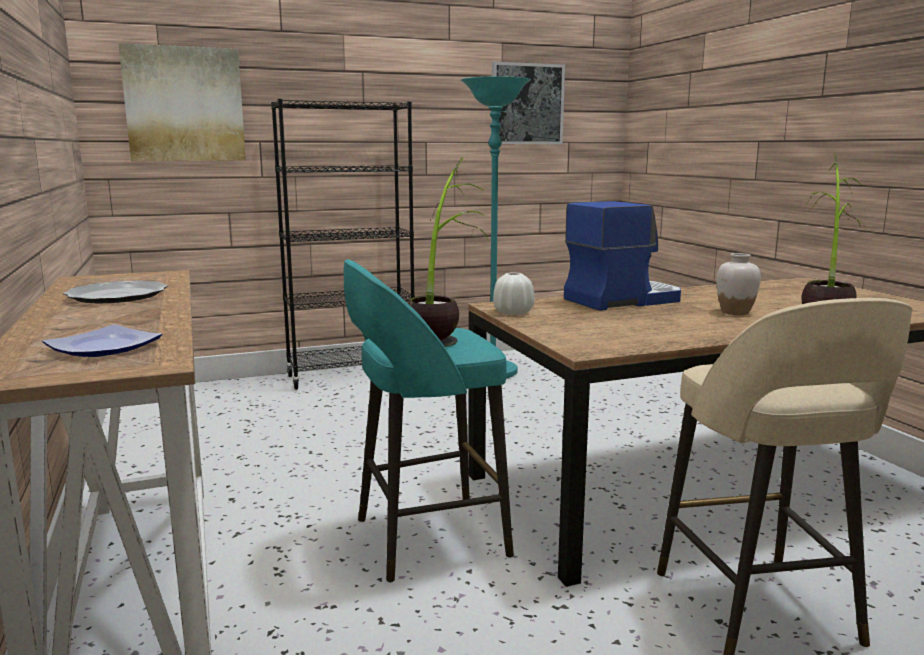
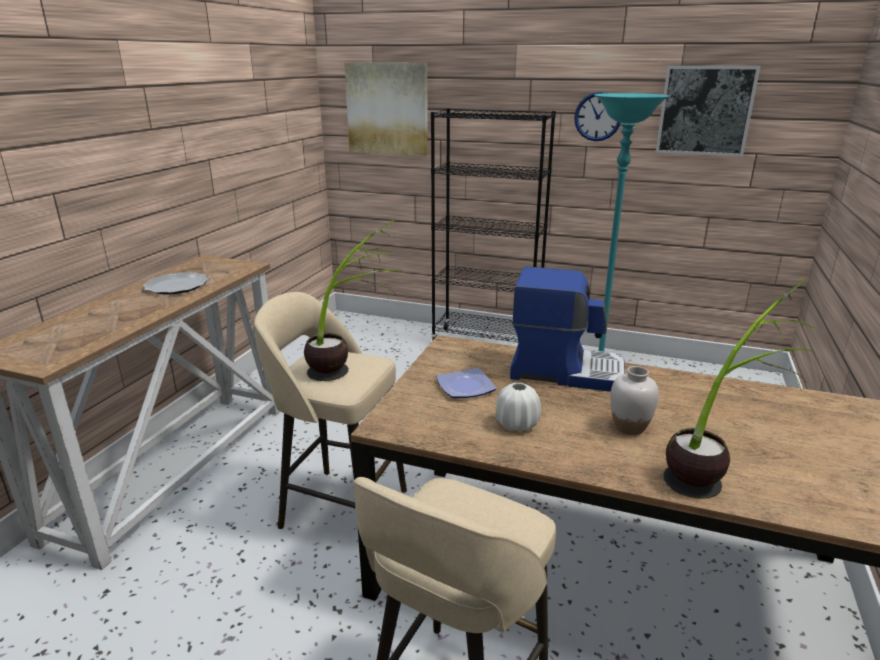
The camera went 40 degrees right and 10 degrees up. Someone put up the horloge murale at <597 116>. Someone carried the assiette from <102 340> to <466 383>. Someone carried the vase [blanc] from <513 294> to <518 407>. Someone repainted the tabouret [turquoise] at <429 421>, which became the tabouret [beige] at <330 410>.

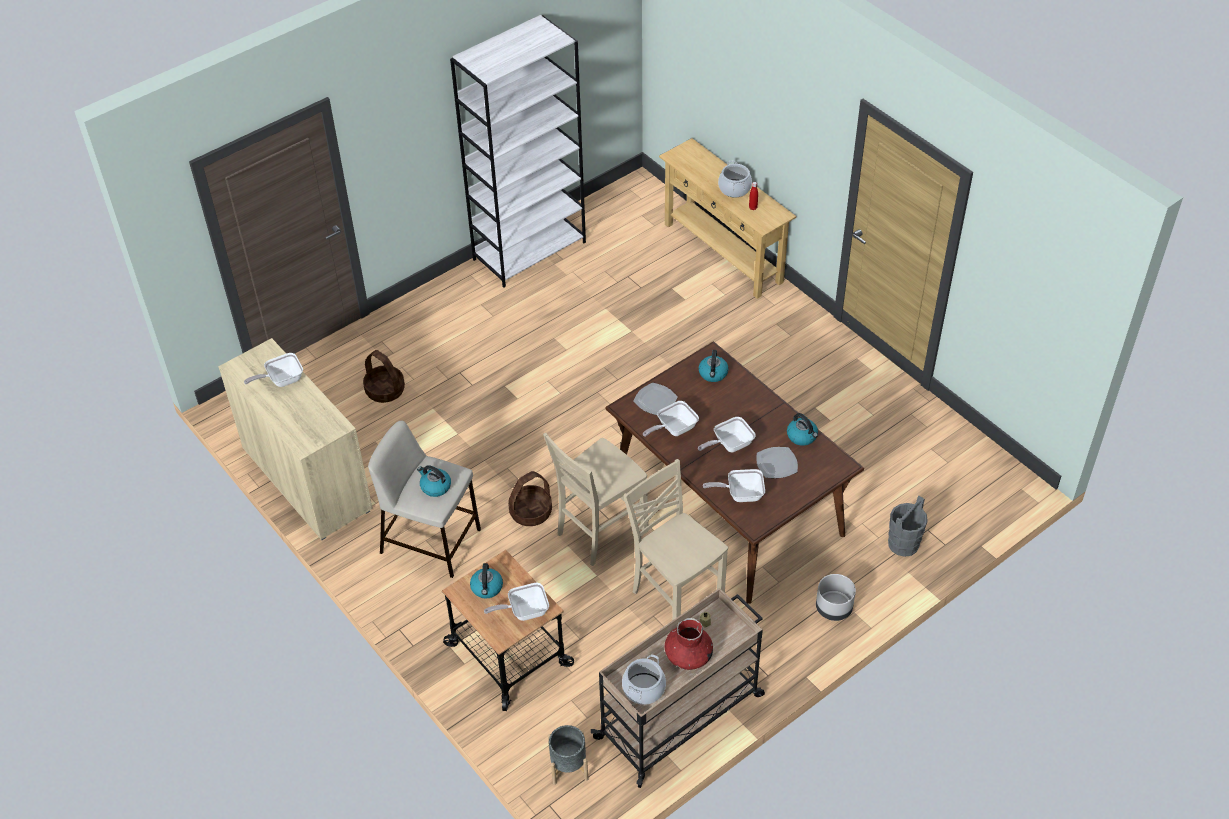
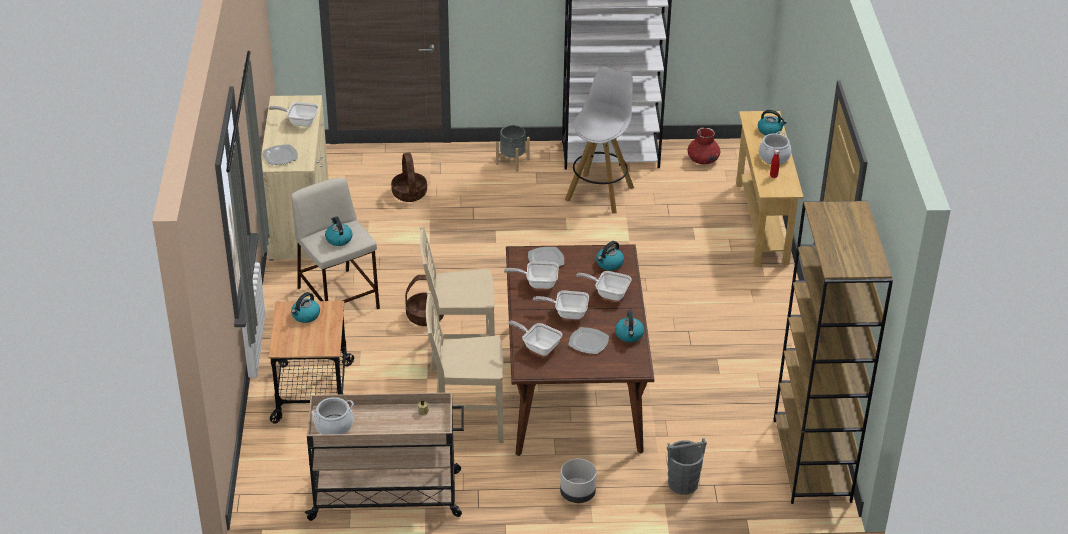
The camera went 35 degrees right and 10 degrees down. Someone put down the assiette at <280 155>. Someone put down the tabouret [blanc] at <599 140>. Someone put down the bouilloire at <772 122>. Someone put down the bibliothèque [marron] at <833 352>. Someone carried the poêle from <516 602> to <604 286>. Someone carried the cache-pot [gris] from <568 755> to <513 148>. Someone carried the vase [rouge] from <689 644> to <704 146>. Someone rotated the chaise [beige] at <675 540> by 90 degrees counterclockwise.

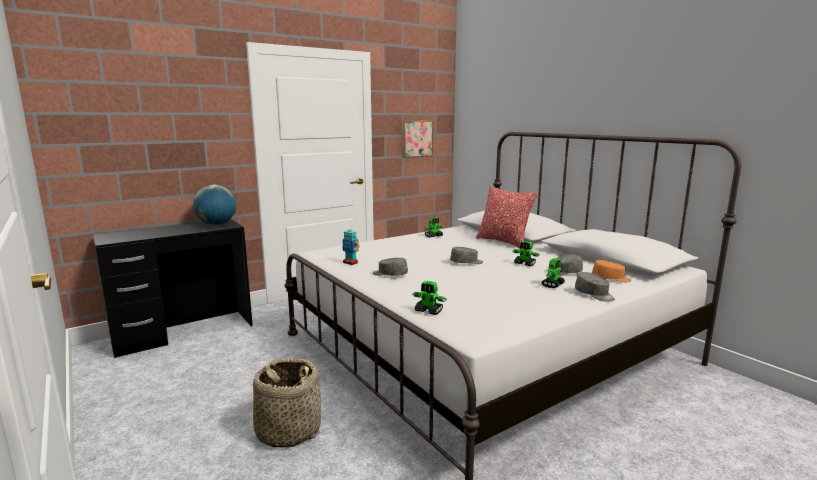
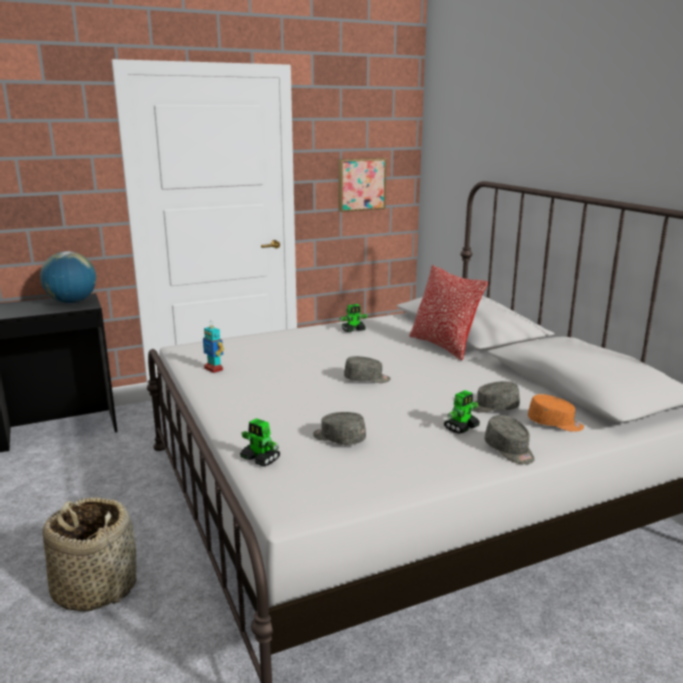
The camera went 10 degrees right and 5 degrees up. Someone took away the robot jouet at <526 253>. Someone carried the casquette [gris] from <390 267> to <339 428>.

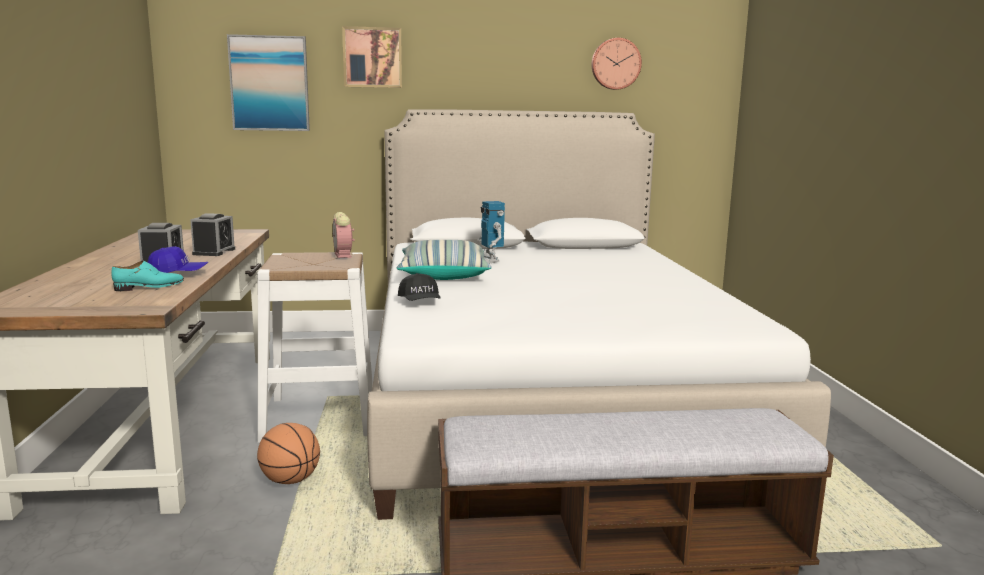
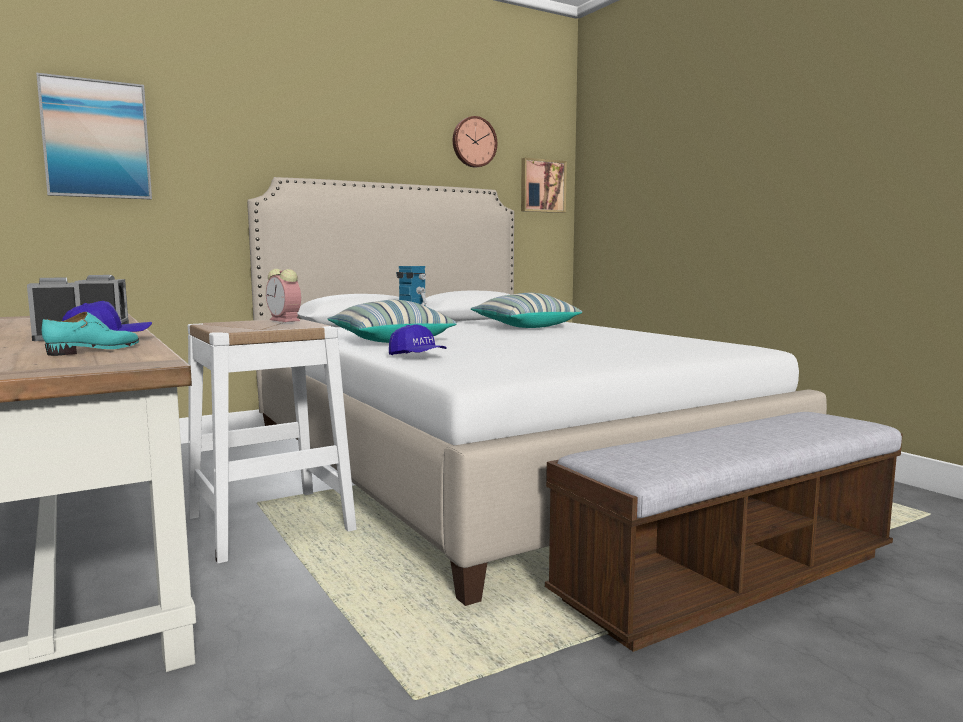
The camera went 25 degrees left and 5 degrees down. Someone took away the ballon de basket at <288 453>. Someone put down the coussin at <526 310>. Someone carried the tableau from <372 57> to <544 185>. Someone repainted the casquette [noir] at <419 287>, which became the casquette [bleu] at <418 339>.

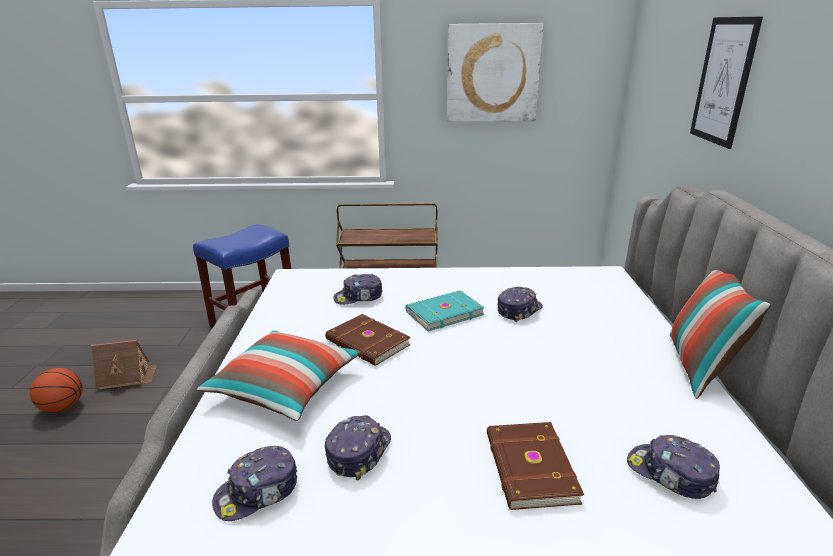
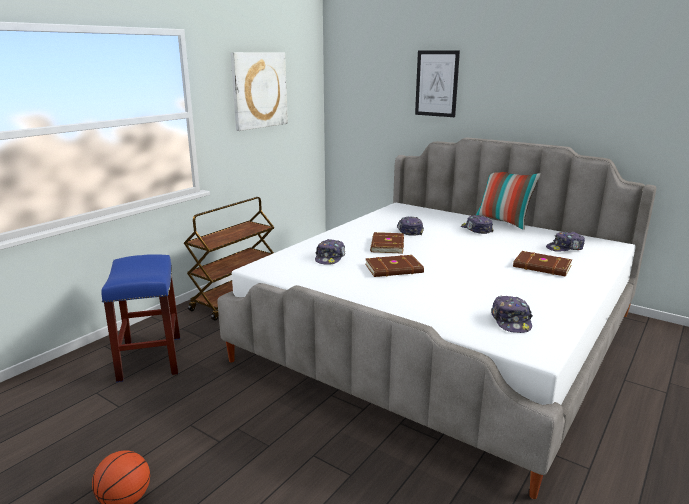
The camera went 55 degrees left and 5 degrees down. Someone took away the maison miniature at <124 365>. Someone took away the coussin at <279 376>. Someone carried the casquette from <358 447> to <477 224>. Someone repainted the livre [turquoise] at <445 311>, which became the livre [marron] at <387 243>.

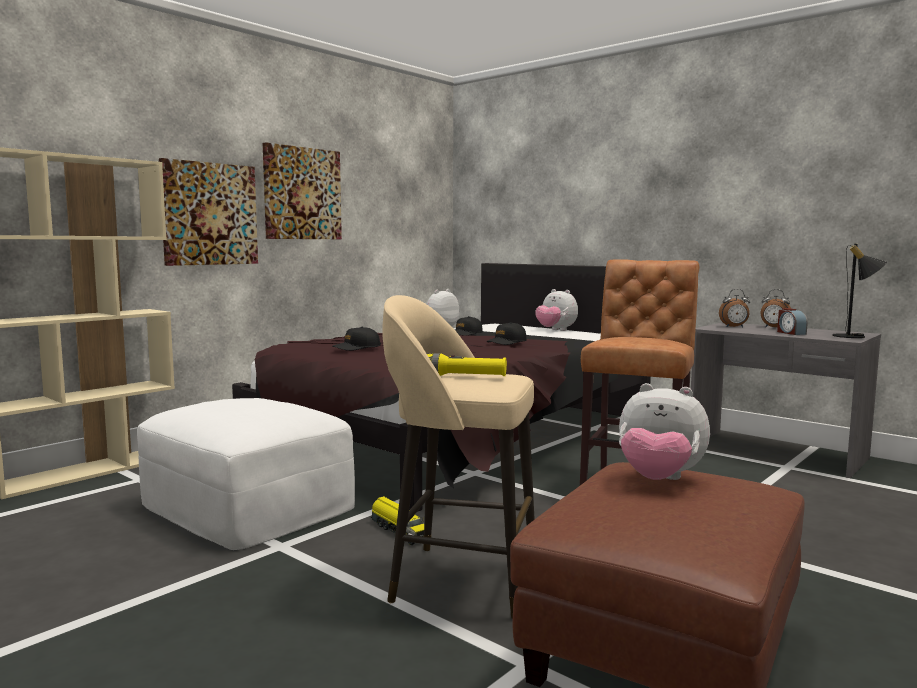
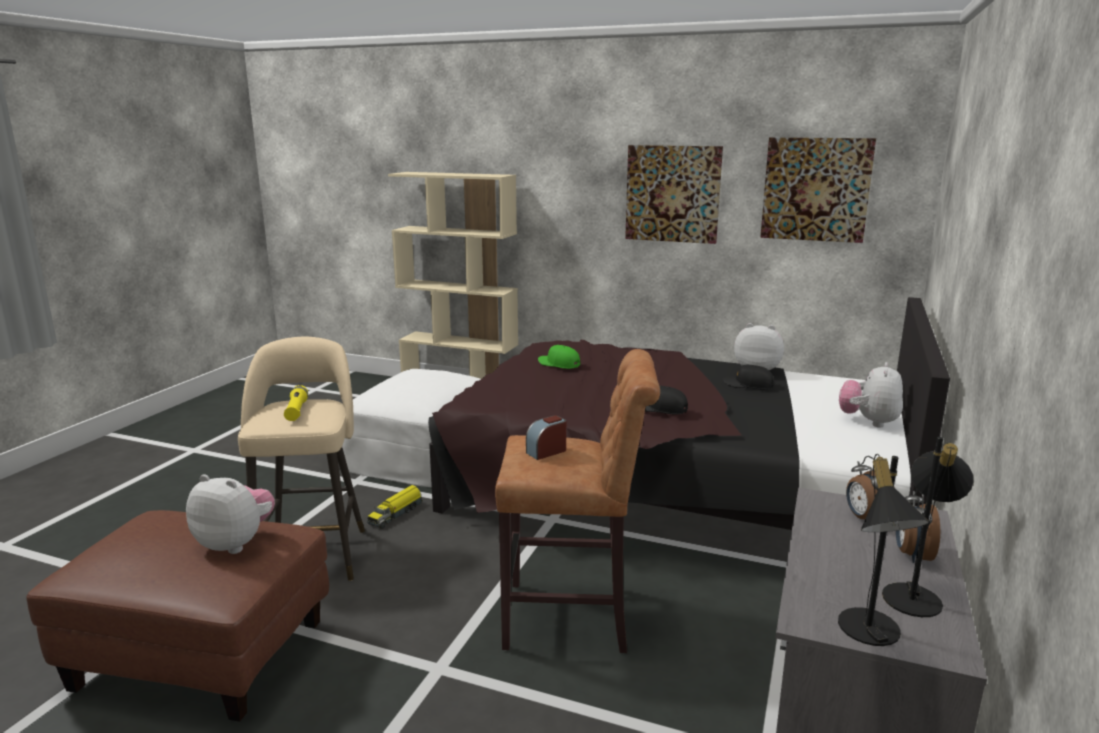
The camera went 70 degrees right and 10 degrees up. Someone put down the lampe de table [noir] at <928 527>. Someone carried the tableau from <208 212> to <818 190>. Someone carried the réveil from <792 321> to <546 437>. Someone repainted the casquette [noir] at <356 339>, which became the casquette [vert] at <559 357>. Someone rotated the peluche at <664 431> by 105 degrees clockwise.

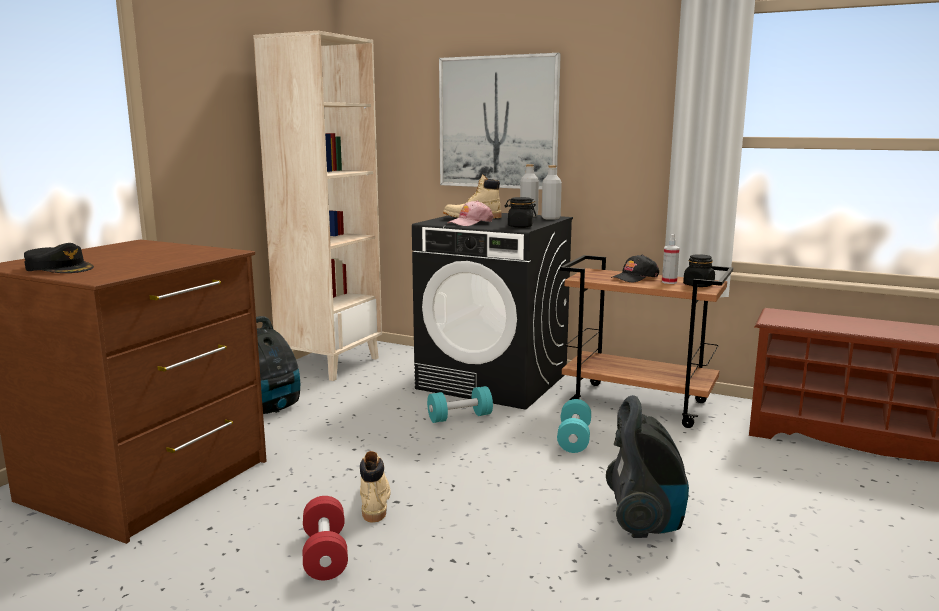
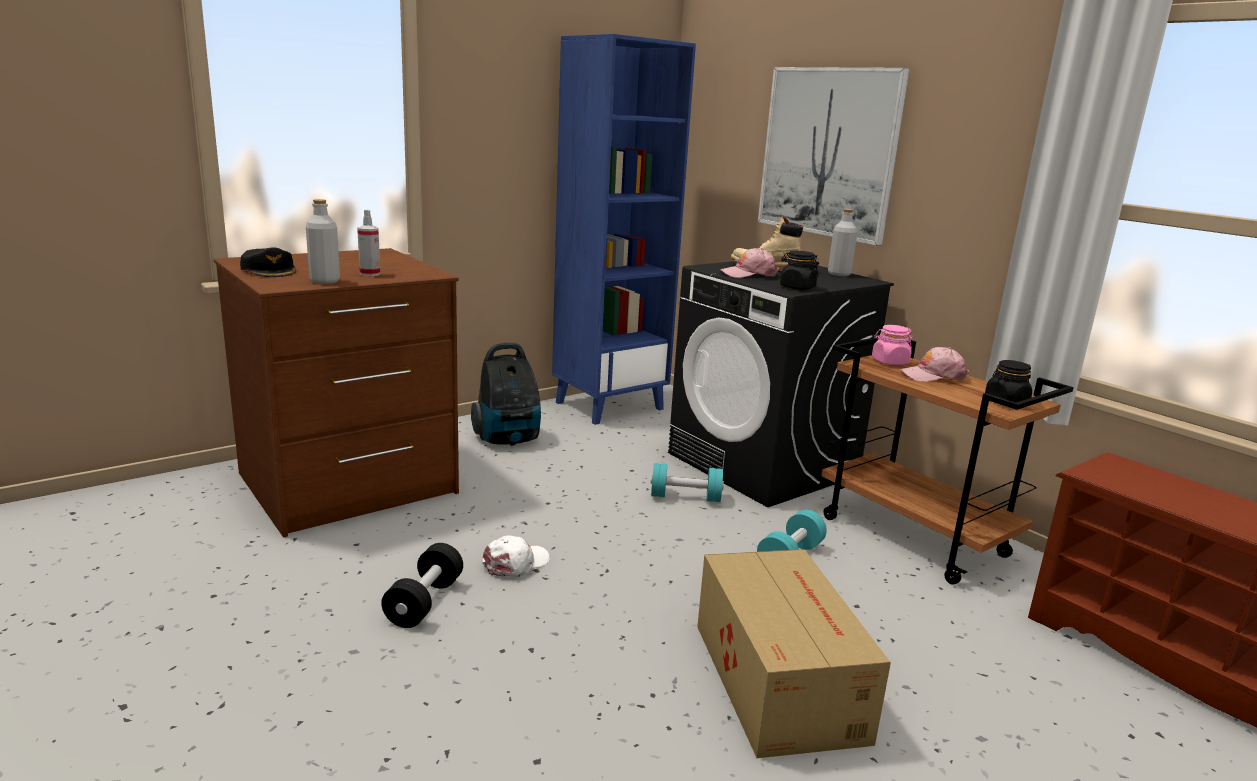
The camera went 25 degrees right and 5 degrees up. Someone put down the bocal [rose] at <892 345>. Someone carried the bouteille [gris] from <552 192> to <323 241>. Someone carried the vaporisateur from <671 259> to <368 242>. Someone swapped the botte [beige] at <375 486> for the casquette [blanc] at <516 556>. Someone swapped the aspirateur at <647 466> for the carton at <794 653>. Someone repainted the bibliothèque [beige] at <317 206>, which became the bibliothèque [bleu] at <624 229>. Someone repainted the haltère [rouge] at <325 538>, which became the haltère [noir] at <422 585>. Someone repainted the casquette [noir] at <635 269>, which became the casquette [rose] at <934 364>.

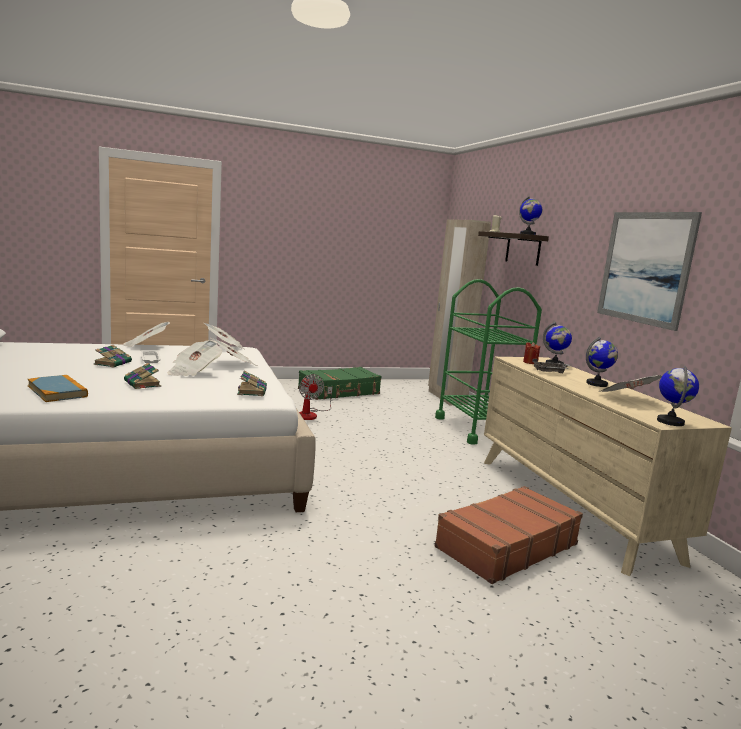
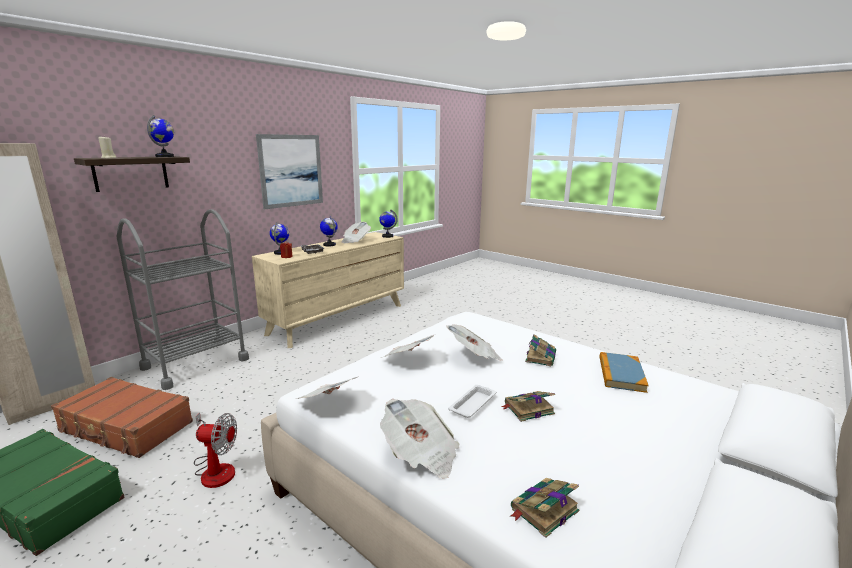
The camera went 120 degrees left and 5 degrees up. Someone carried the livre from <252 383> to <544 508>. Someone carried the valise [marron] from <509 535> to <122 417>. Someone repainted the chariot [vert] at <488 362>, which became the chariot [gris] at <182 299>. Someone rotated the ventilateur at <315 397> by 60 degrees clockwise.

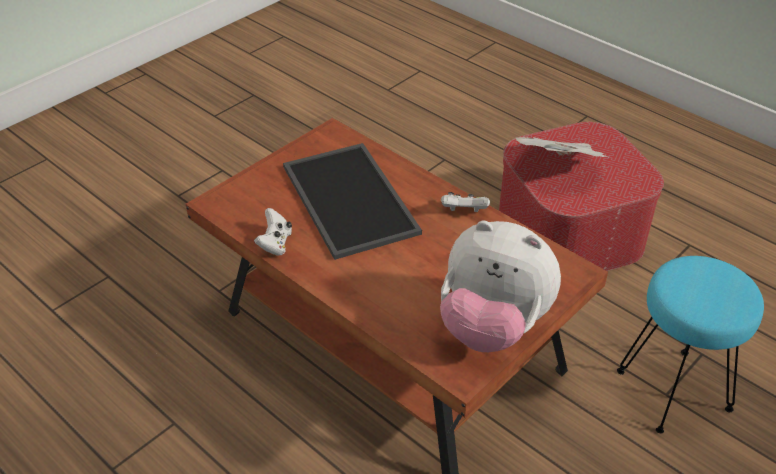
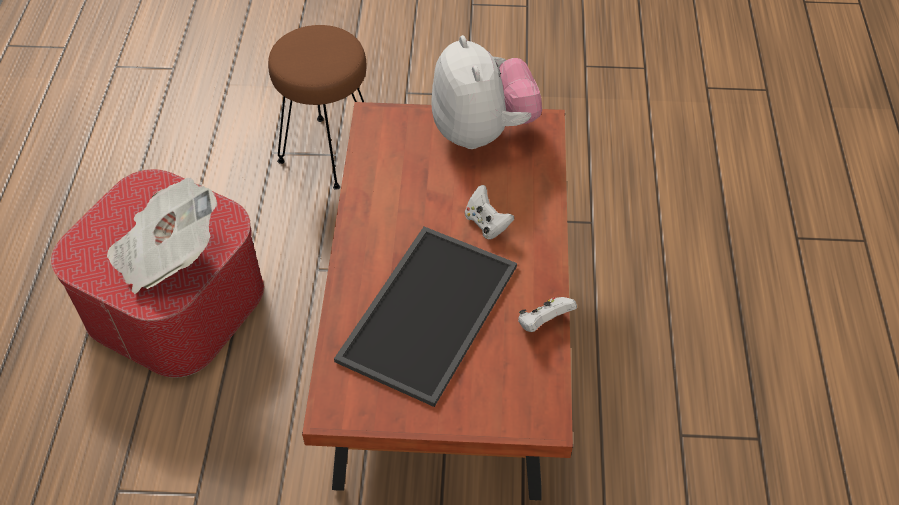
The camera went 130 degrees left and 10 degrees up. Someone carried the manette [blanc] from <465 202> to <489 212>. Someone repainted the tabouret [turquoise] at <690 344>, which became the tabouret [marron] at <317 107>.

